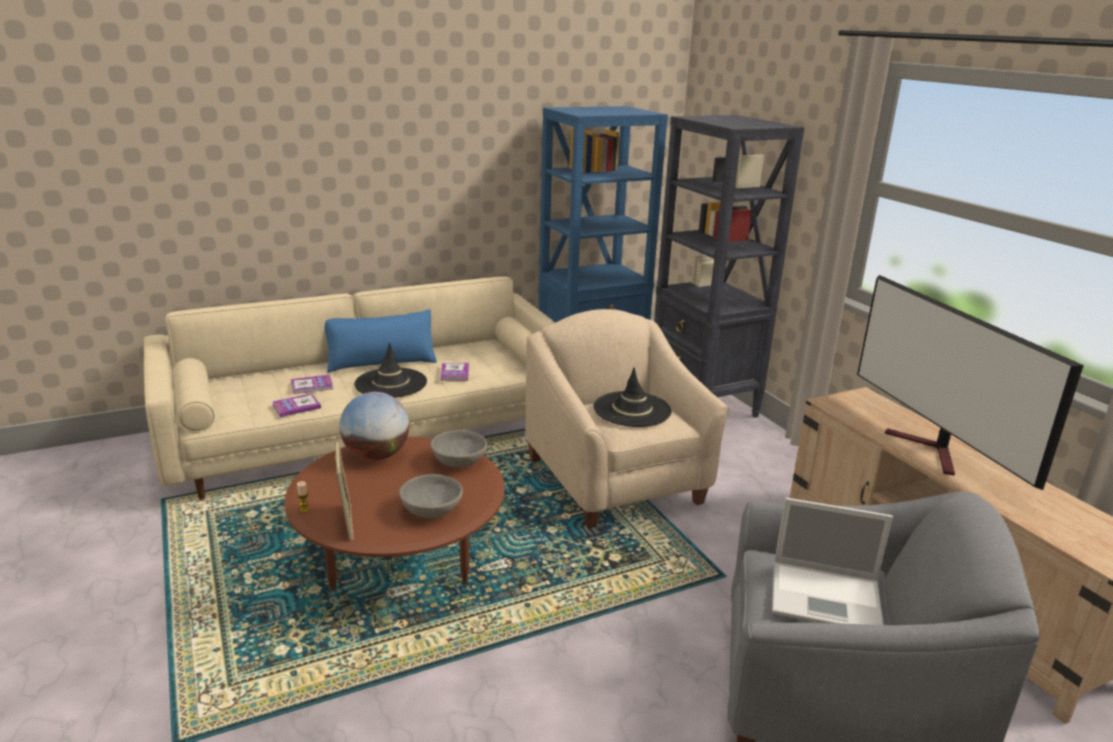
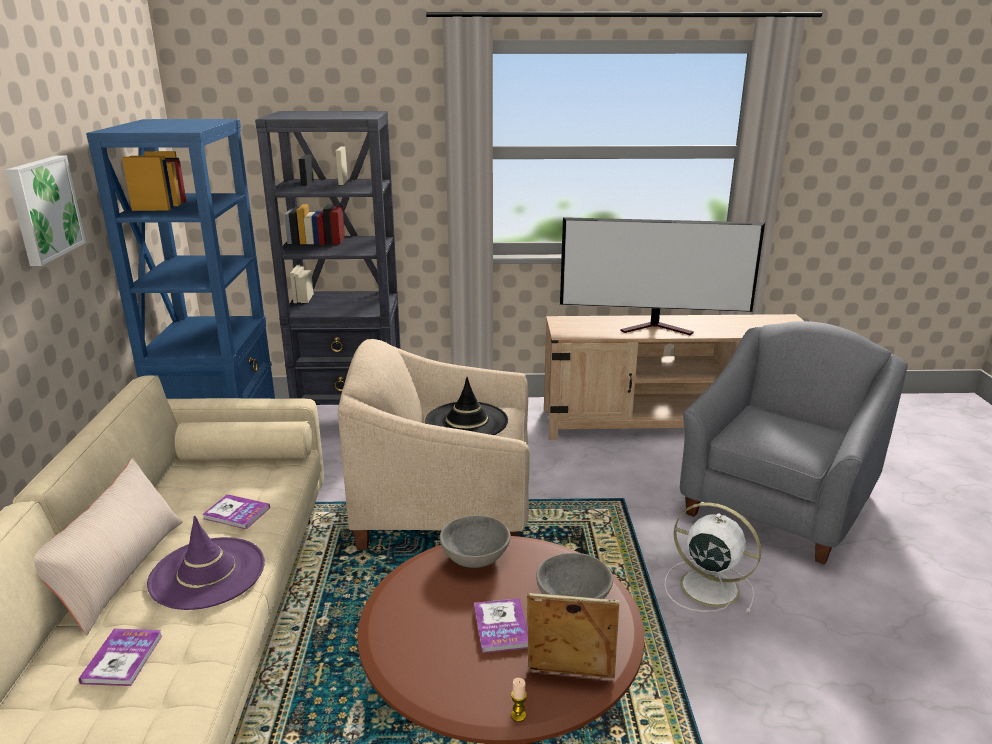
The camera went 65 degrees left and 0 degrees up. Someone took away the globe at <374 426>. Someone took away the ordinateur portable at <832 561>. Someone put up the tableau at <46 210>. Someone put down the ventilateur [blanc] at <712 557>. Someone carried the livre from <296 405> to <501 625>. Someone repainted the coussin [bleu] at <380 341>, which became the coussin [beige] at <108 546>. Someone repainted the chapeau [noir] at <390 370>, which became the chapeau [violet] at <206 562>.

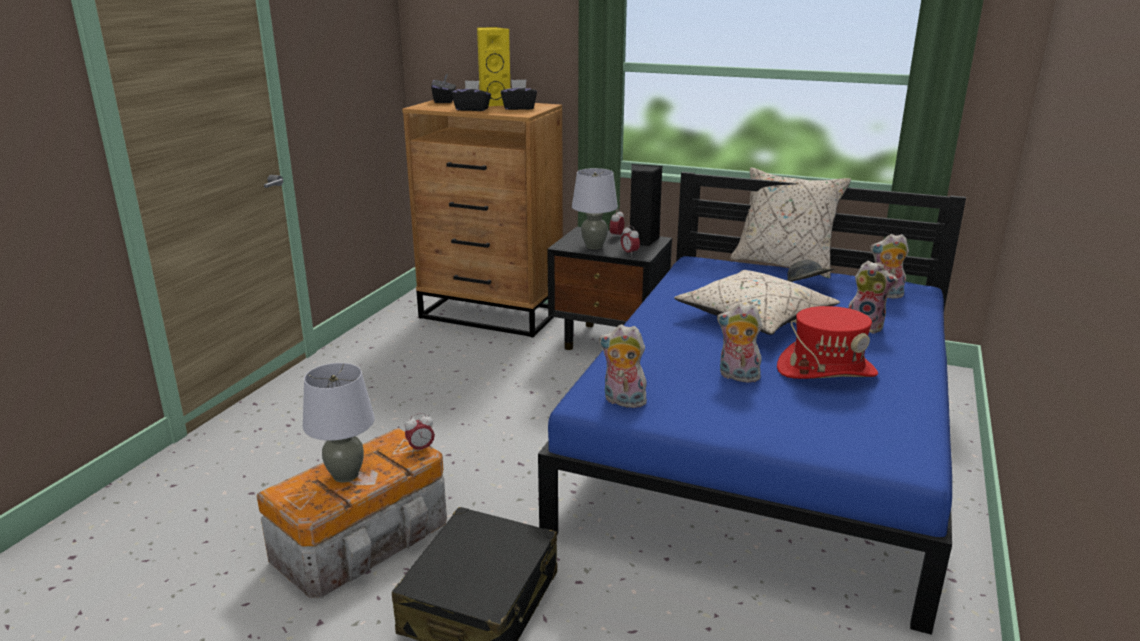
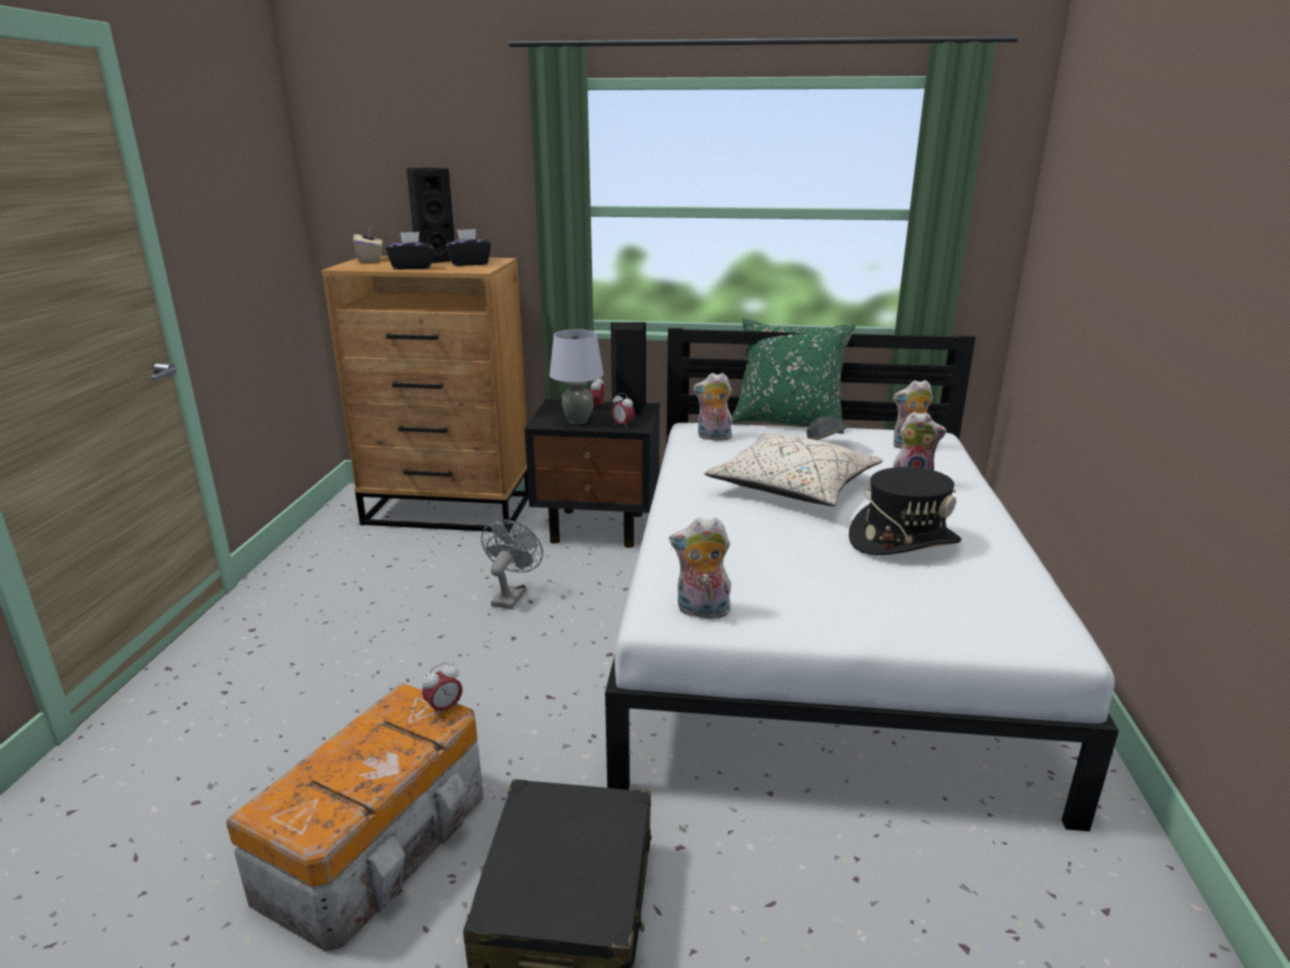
The camera went 15 degrees left and 0 degrees up. Someone took away the lampe de table [gris] at <339 423>. Someone put down the ventilateur [gris] at <512 564>. Someone carried the peluche from <739 343> to <712 407>. Someone repainted the boîte à mouchoirs [noir] at <443 88>, which became the boîte à mouchoirs [beige] at <368 244>. Someone repainted the enceinte [jaune] at <493 66>, which became the enceinte [noir] at <431 215>. Someone repainted the lit [bleu] at <752 403>, which became the lit [blanc] at <862 580>. Someone repainted the coussin [beige] at <791 222>, which became the coussin [vert] at <794 376>. Someone repainted the chapeau [rouge] at <827 342>, which became the chapeau [noir] at <905 511>.

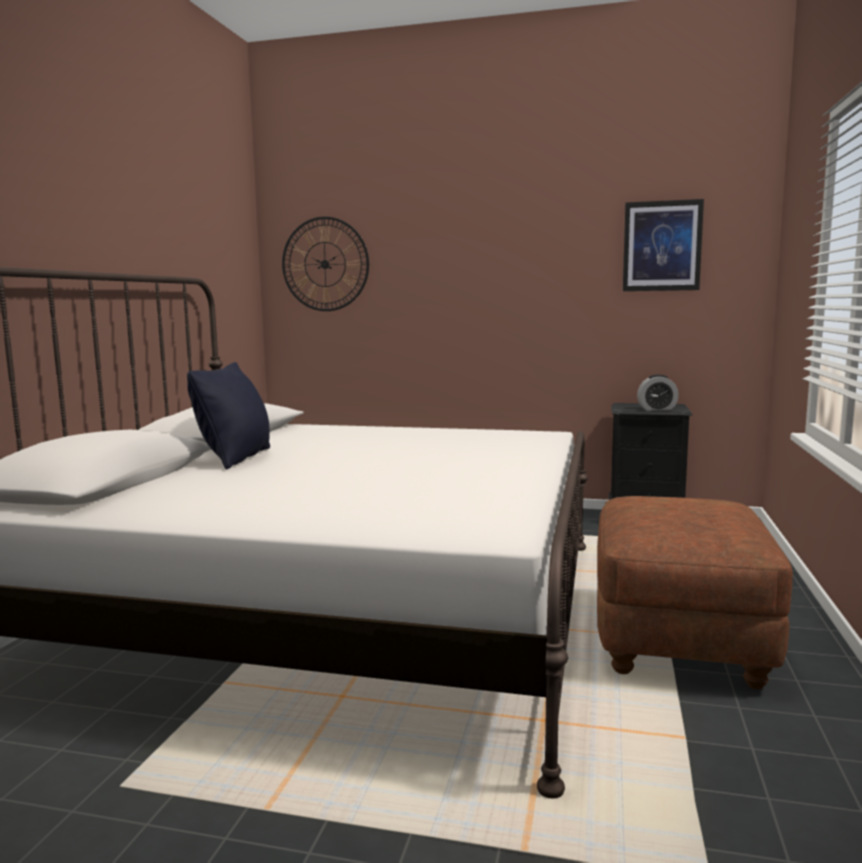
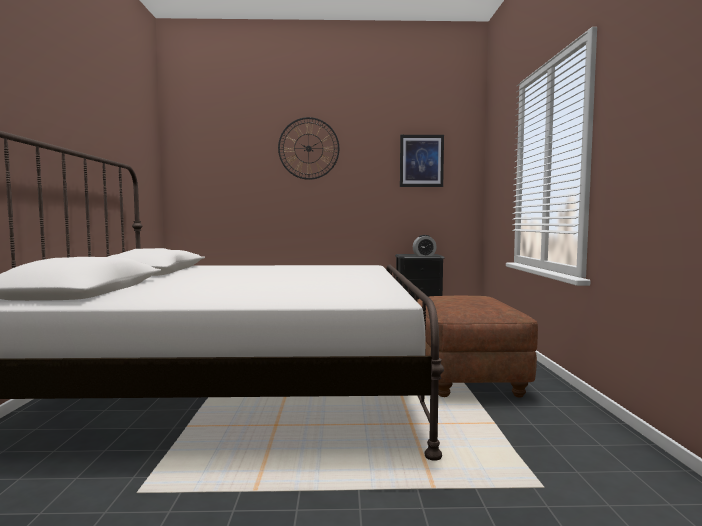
The camera went 15 degrees left and 5 degrees down. Someone took away the coussin [noir] at <228 415>. Someone carried the horloge murale from <325 264> to <308 148>.

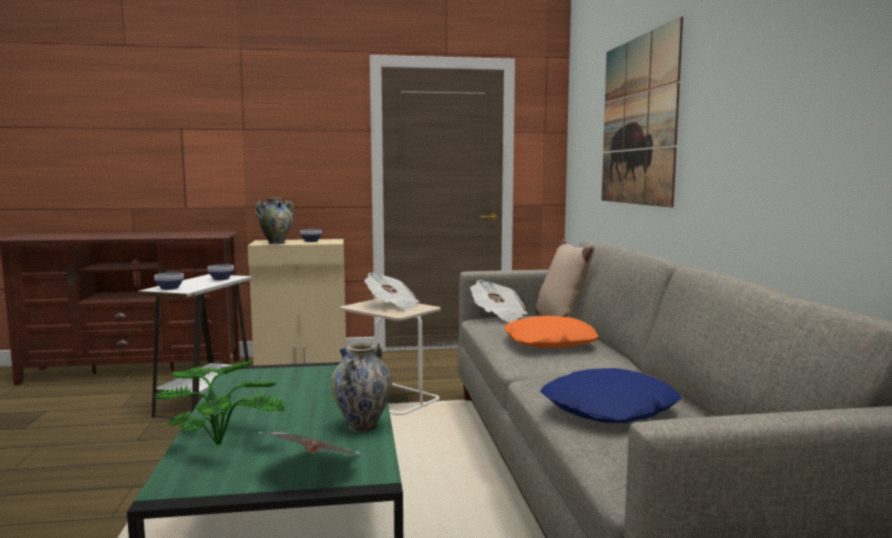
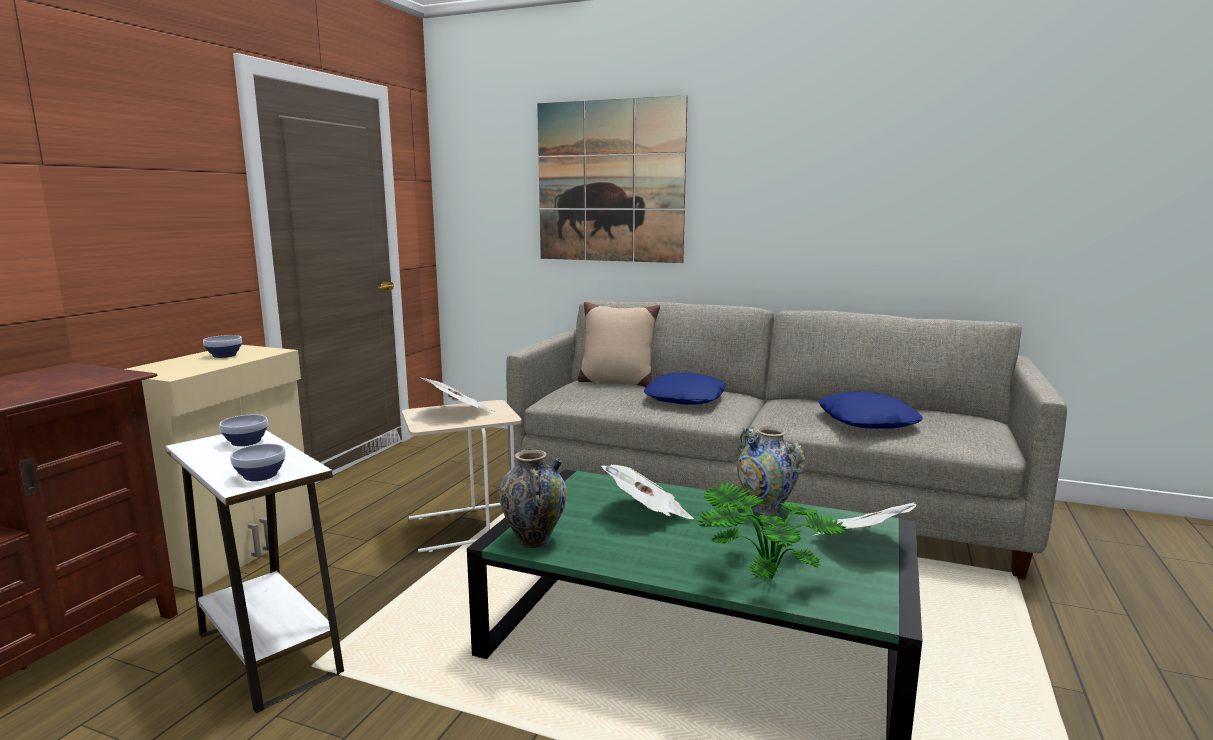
The camera went 60 degrees left and 5 degrees up. Someone carried the vase from <274 221> to <533 498>. Someone carried the journal from <499 301> to <647 492>. Someone repainted the coussin [orange] at <551 331>, which became the coussin [bleu] at <684 389>.

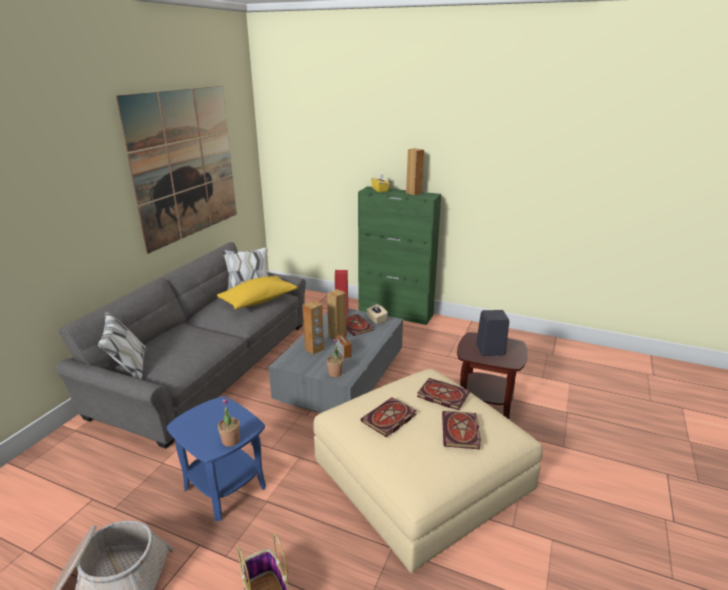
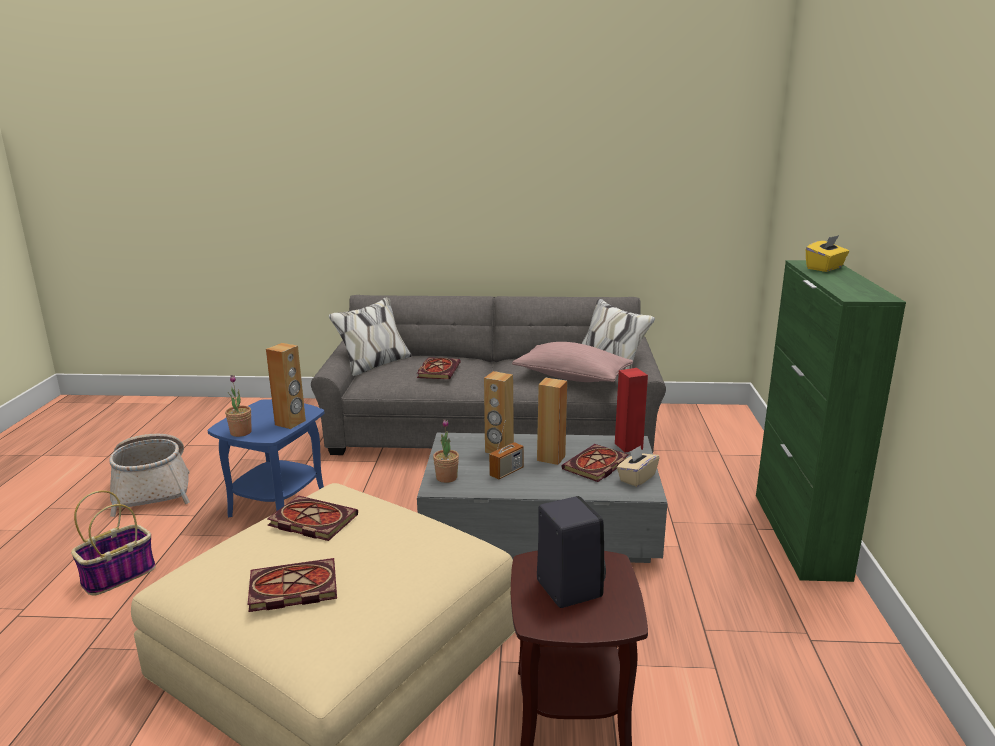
The camera went 70 degrees right and 5 degrees down. Someone took away the tableau at <176 170>. Someone carried the enceinte [marron] from <415 171> to <286 386>. Someone carried the livre from <443 394> to <439 368>. Someone repainted the coussin [jaune] at <257 292>, which became the coussin [rose] at <572 362>.

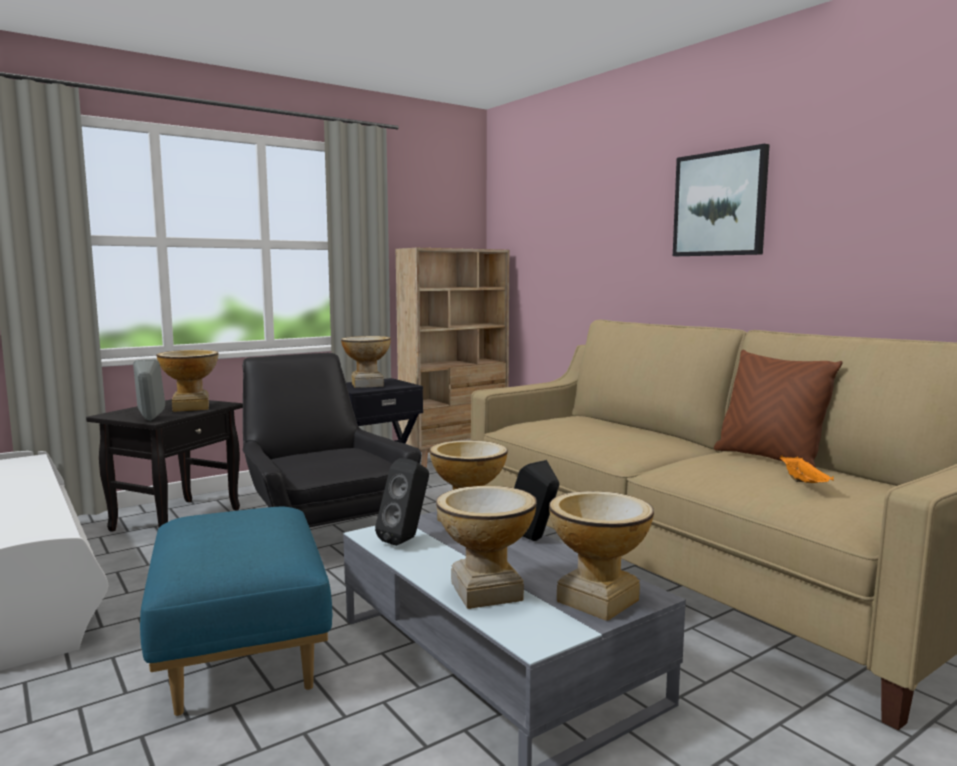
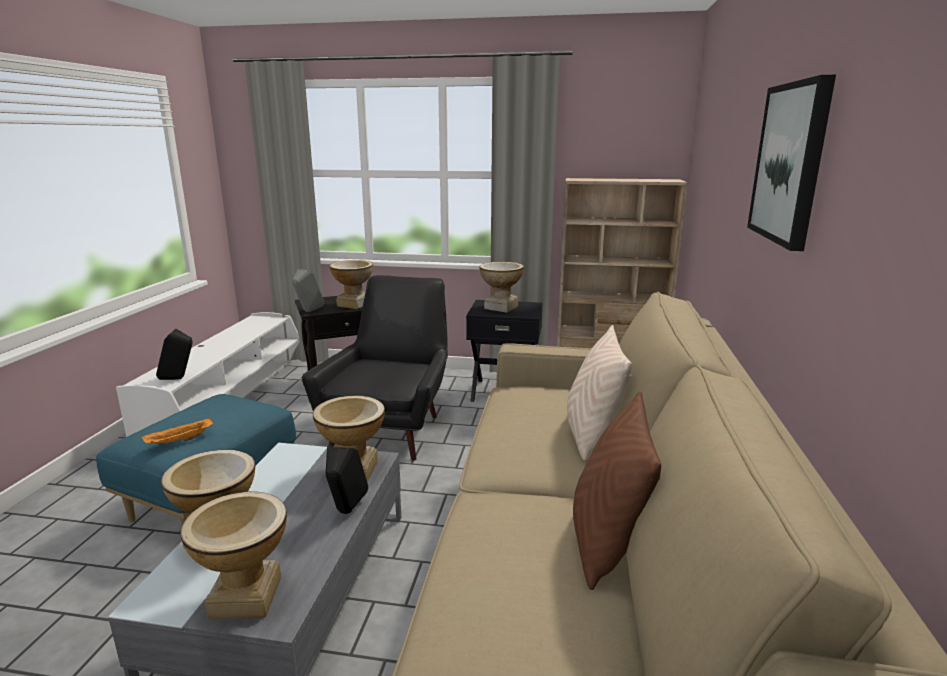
The camera went 45 degrees right and 10 degrees up. Someone put down the coussin [beige] at <599 393>. Someone carried the enceinte [noir] from <402 502> to <174 354>. Someone carried the plateau [orange] from <807 469> to <177 430>.

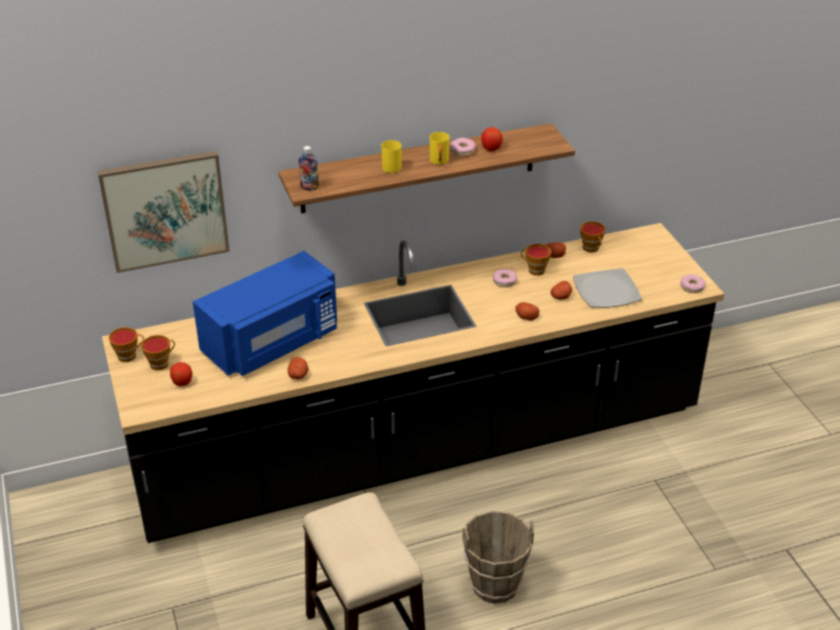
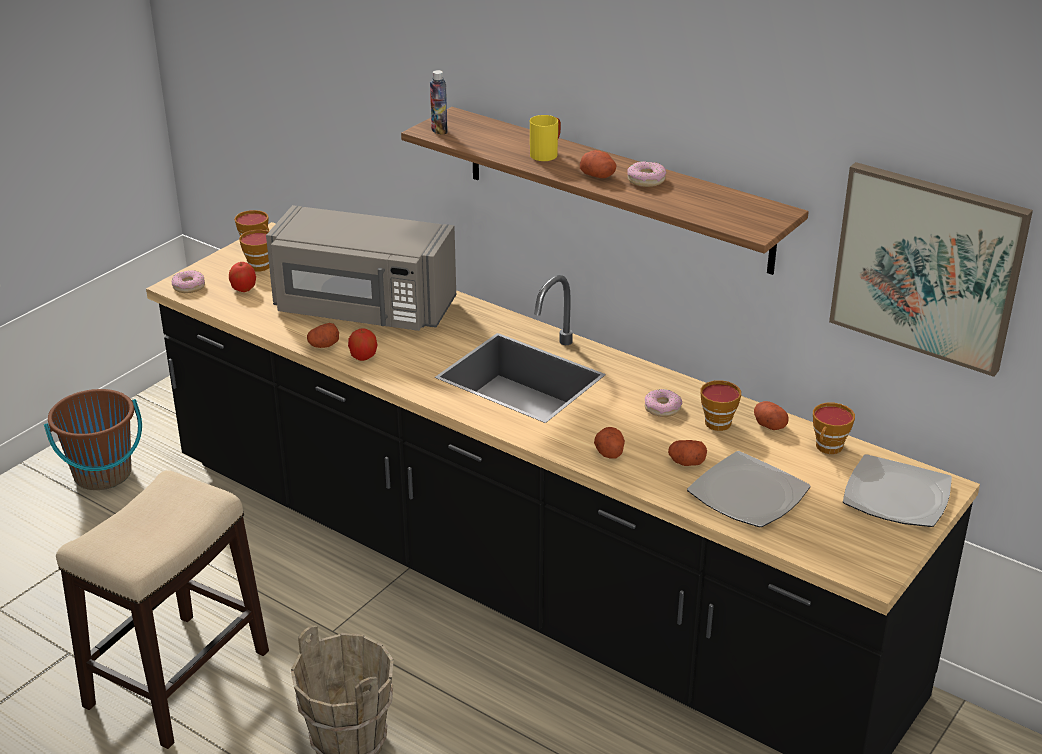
The camera went 55 degrees right and 5 degrees down. Someone put down the seau [marron] at <93 439>. Someone put down the assiette at <897 490>. Someone carried the tableau from <163 212> to <931 269>. Someone carried the pomme from <492 139> to <362 344>. Someone carried the beignet from <693 284> to <188 281>. Someone swapped the mug [jaune] at <439 148> for the pomme de terre at <598 164>. Someone repainted the micro-ondes [bleu] at <265 313>, which became the micro-ondes [gris] at <361 268>.

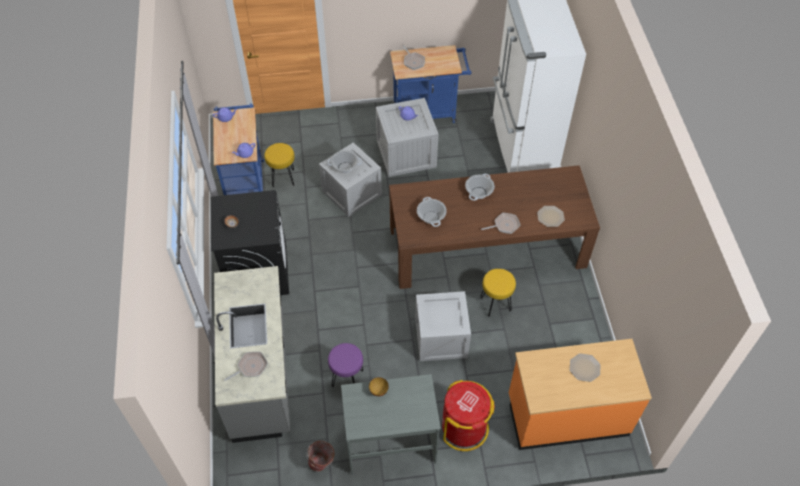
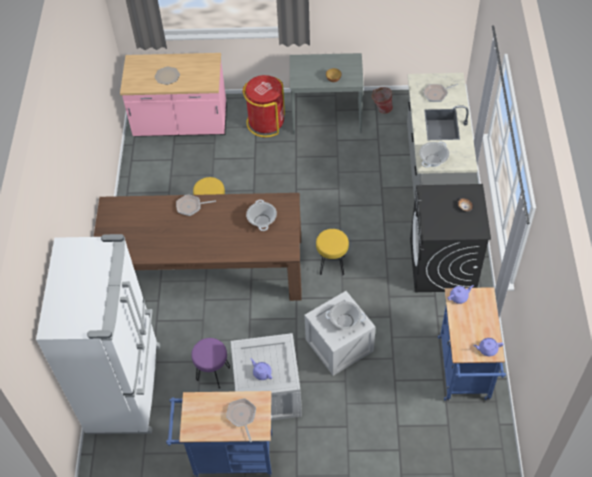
The camera went 170 degrees left and 0 degrees up. Someone took away the caisse at <443 326>. Someone took away the assiette at <551 216>. Someone carried the tabouret [jaune] from <279 165> to <332 252>. Someone carried the tabouret [violet] from <345 365> to <210 363>. Someone carried the marmite from <480 187> to <434 154>. Someone repainted the comptoir de cuisine [orange] at <580 394>, which became the comptoir de cuisine [rose] at <173 95>.

